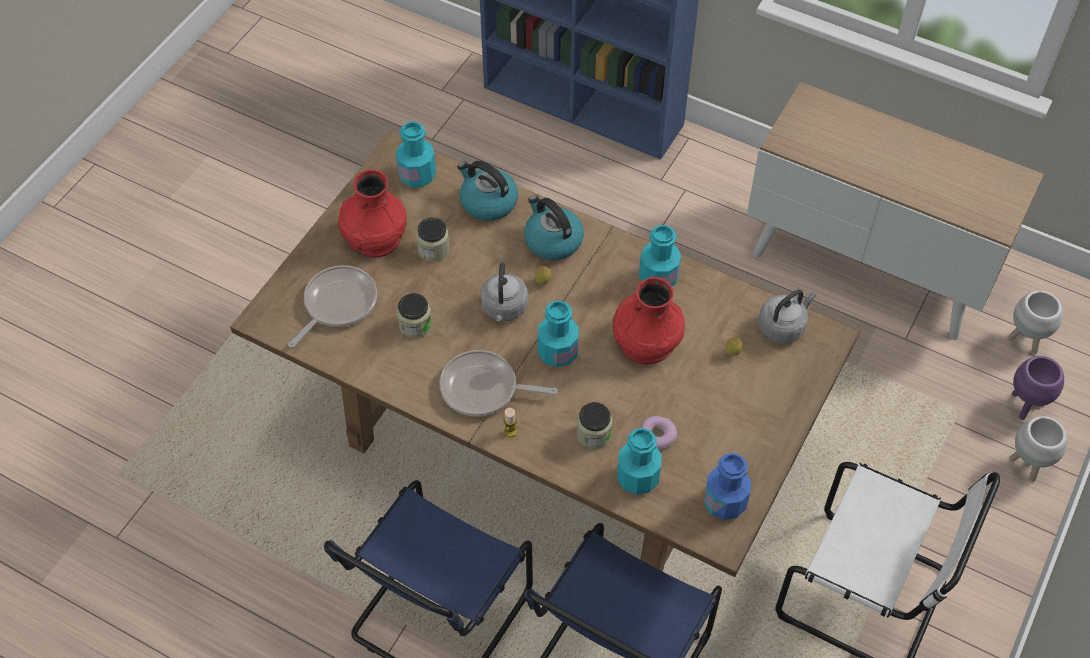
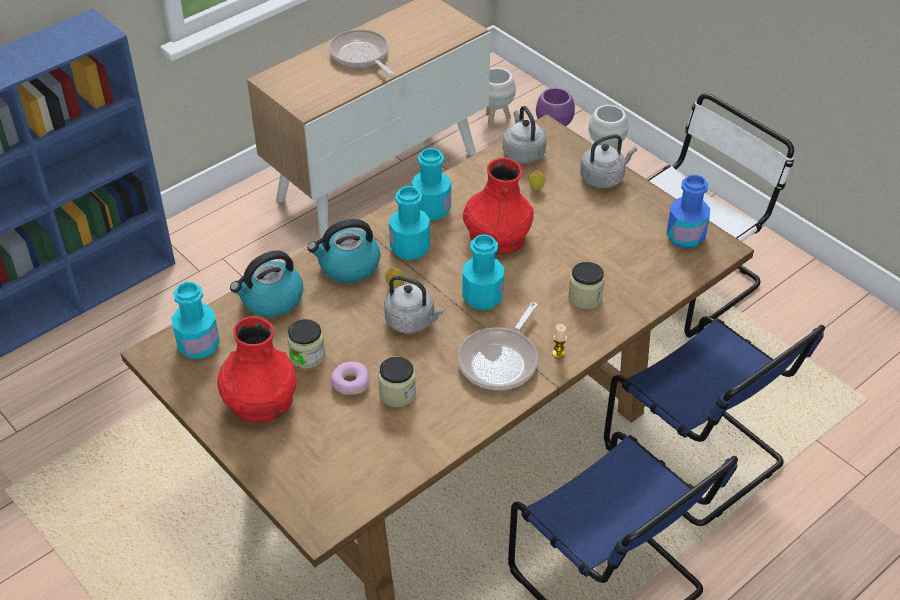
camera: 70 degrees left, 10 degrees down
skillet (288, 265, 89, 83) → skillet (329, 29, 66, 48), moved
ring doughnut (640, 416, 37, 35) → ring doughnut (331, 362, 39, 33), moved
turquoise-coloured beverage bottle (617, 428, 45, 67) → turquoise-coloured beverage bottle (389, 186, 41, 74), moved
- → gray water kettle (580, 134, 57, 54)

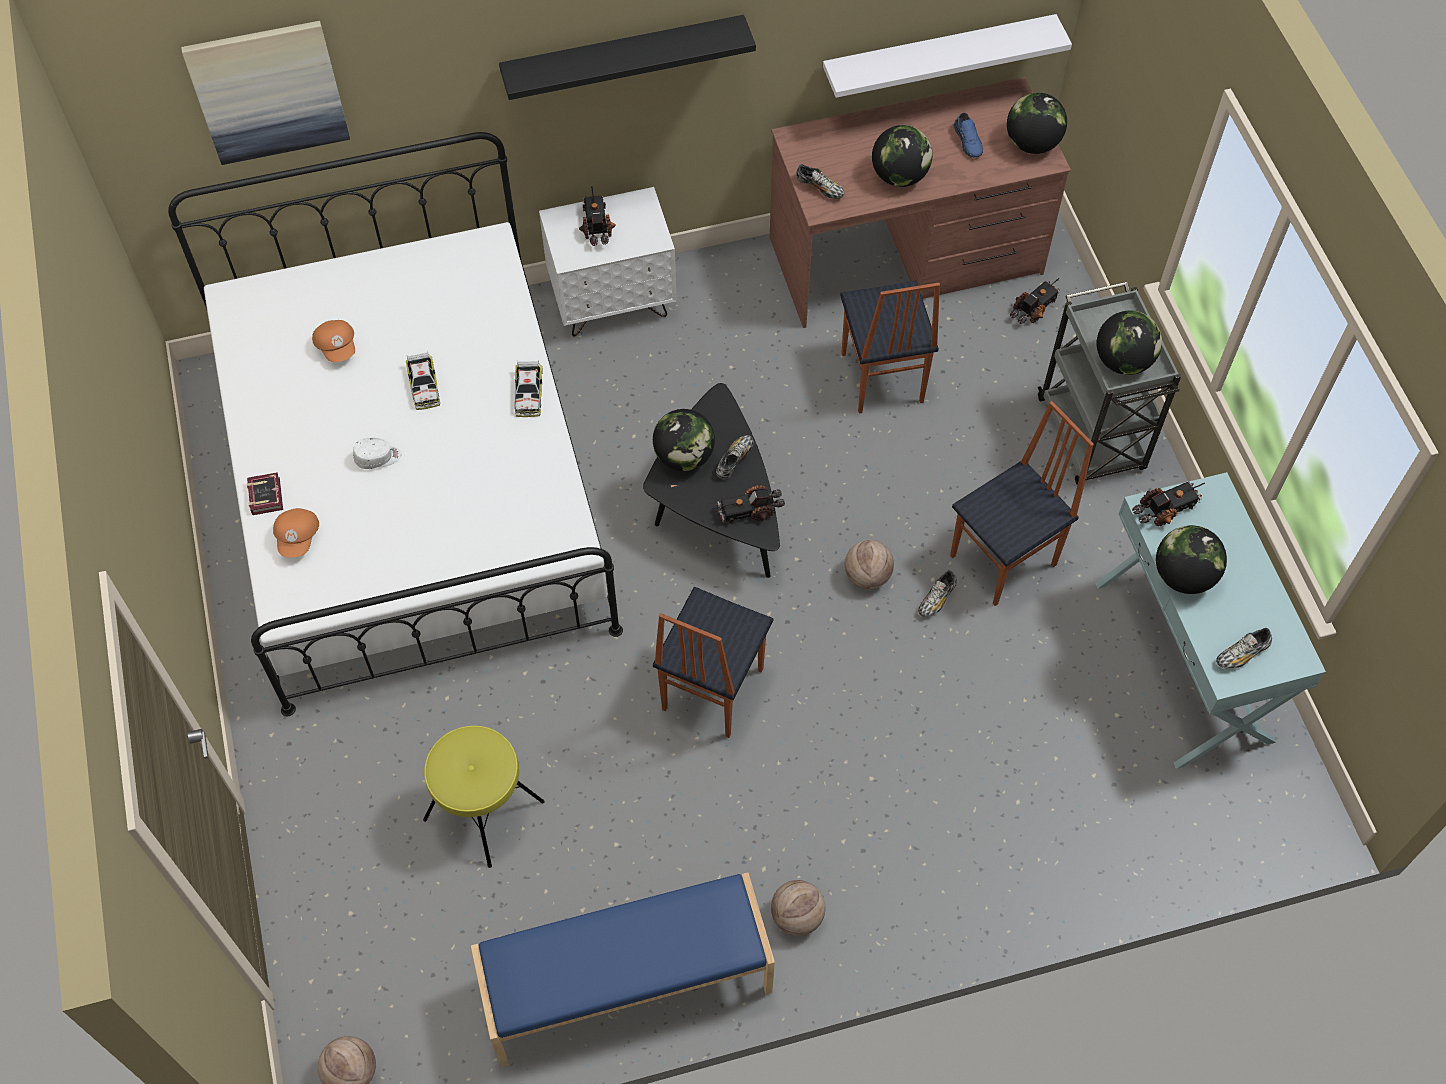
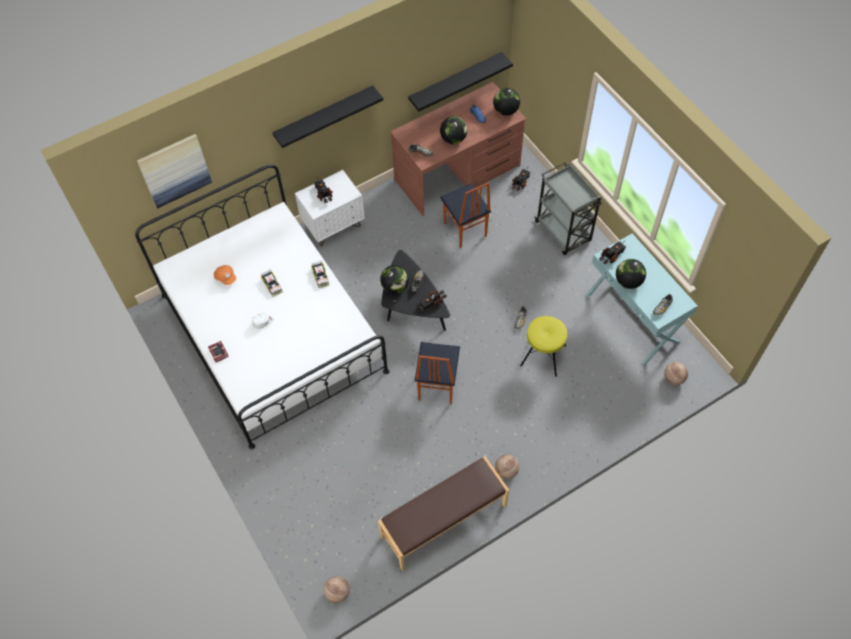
camera: 15 degrees left, 0 degrees up
white bracket shelf (823, 14, 249, 84) → blackish bracket shelf (408, 52, 105, 59)
globe (1097, 311, 65, 64) → -
plain chair (950, 401, 144, 205) → -
orange peaked cap (273, 508, 46, 50) → -
basketball ball (845, 540, 49, 49) → basketball ball (664, 362, 24, 23), moved
yellow sitting stool (423, 726, 122, 142) → yellow sitting stool (520, 316, 47, 61), moved
blue-coloured indoor bench (471, 872, 304, 195) → brown-coloured indoor bench (378, 456, 131, 115)

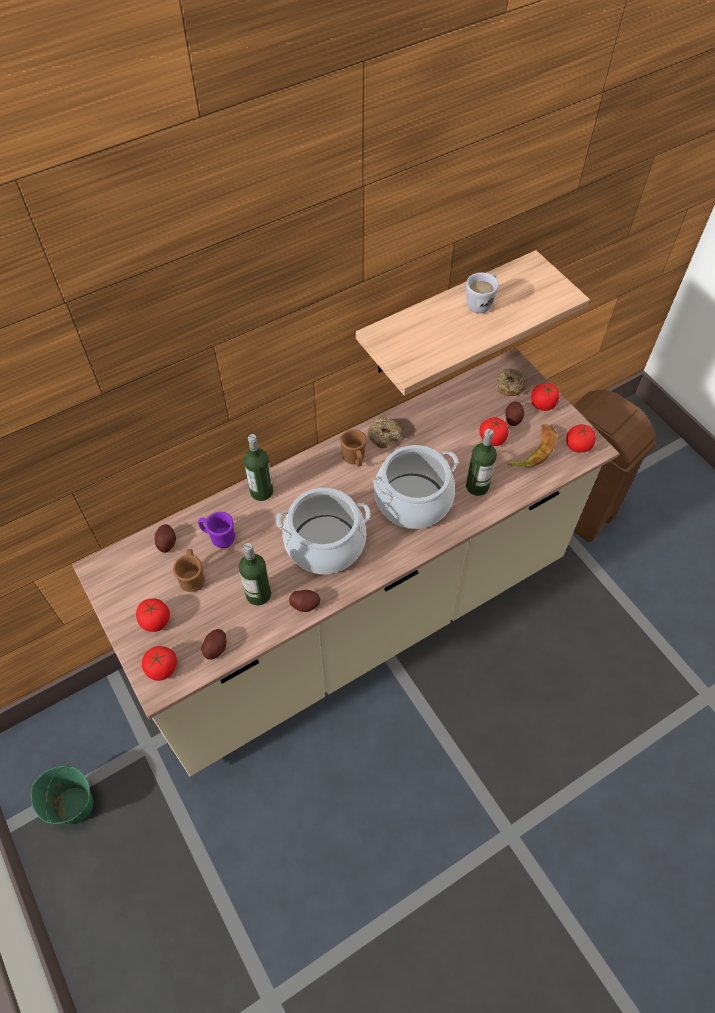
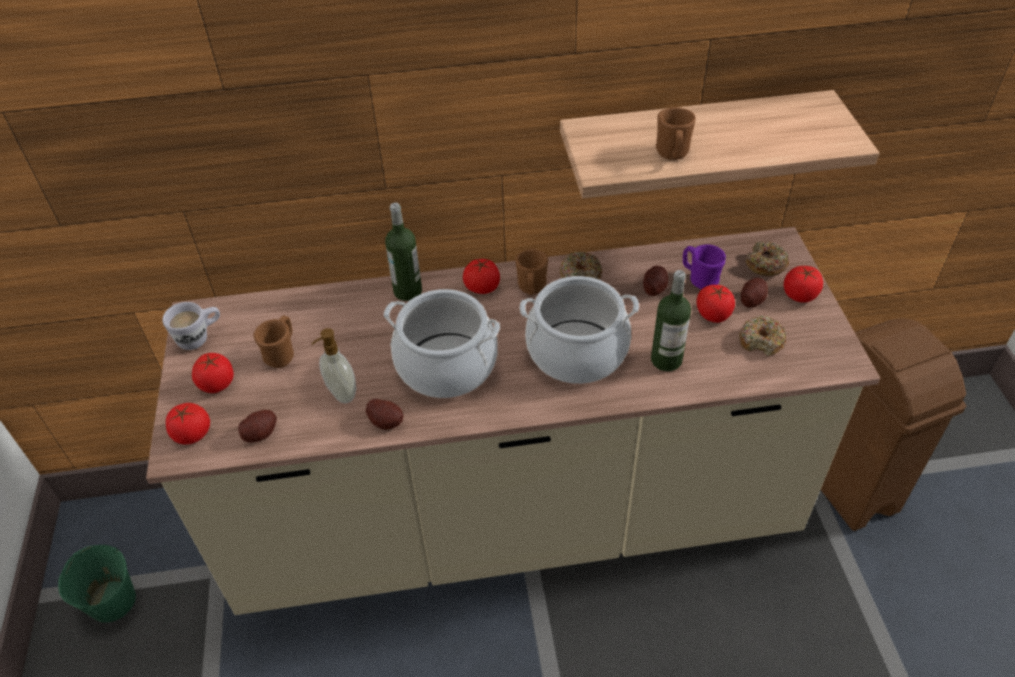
camera: 25 degrees right, 10 degrees down
white tea mug (466, 272, 33, 41) → white tea mug (162, 302, 58, 48), moved
whole banana (507, 424, 49, 44) → ring doughnut (739, 316, 48, 40)
whole tomato (566, 424, 30, 29) → whole tomato (463, 259, 37, 35), moved
purple-coloured tea mug (198, 512, 37, 36) → purple-coloured tea mug (683, 244, 43, 46), moved
potato (155, 524, 21, 29) → potato (643, 266, 25, 30), moved
beverage bottle (239, 543, 32, 63) → soap dispenser (311, 328, 45, 75)
- → brown-coloured tea mug (656, 107, 40, 53)

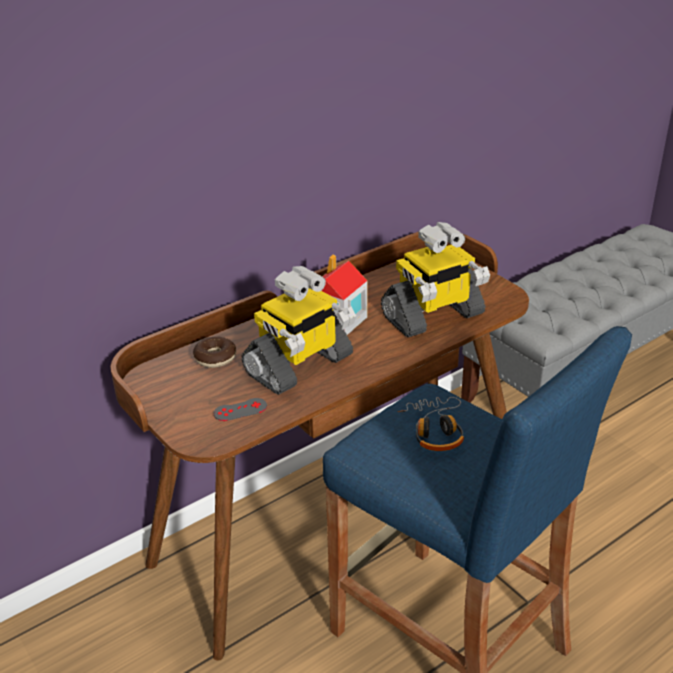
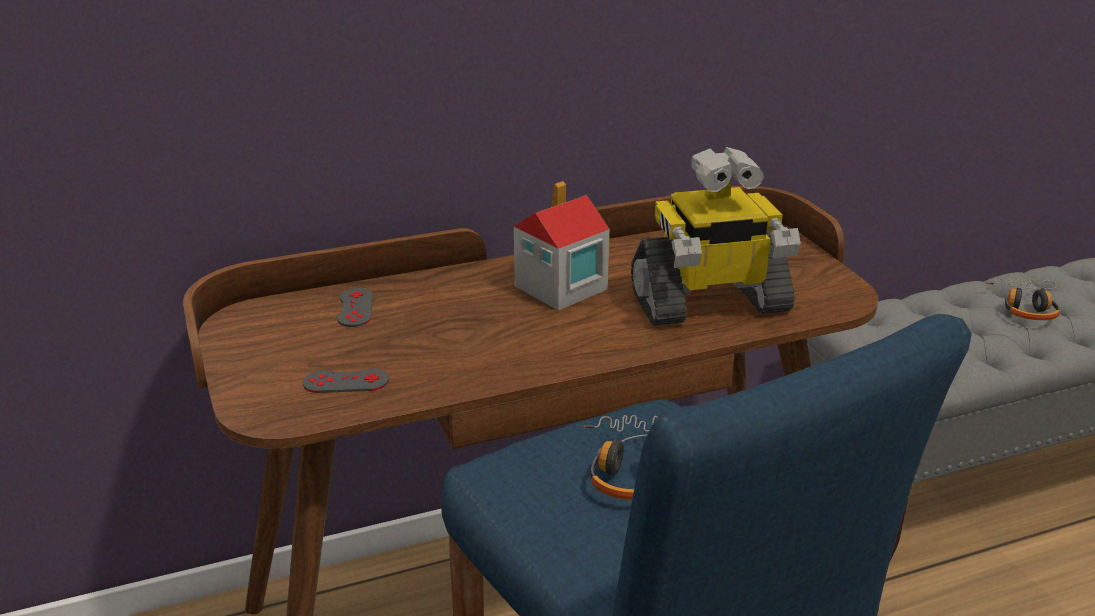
camera: 15 degrees right, 5 degrees down
model robot (242, 266, 114, 129) → -
ring doughnut (193, 336, 43, 32) → gray gamepad (337, 288, 36, 39)
- → pair of headphones (985, 278, 75, 42)

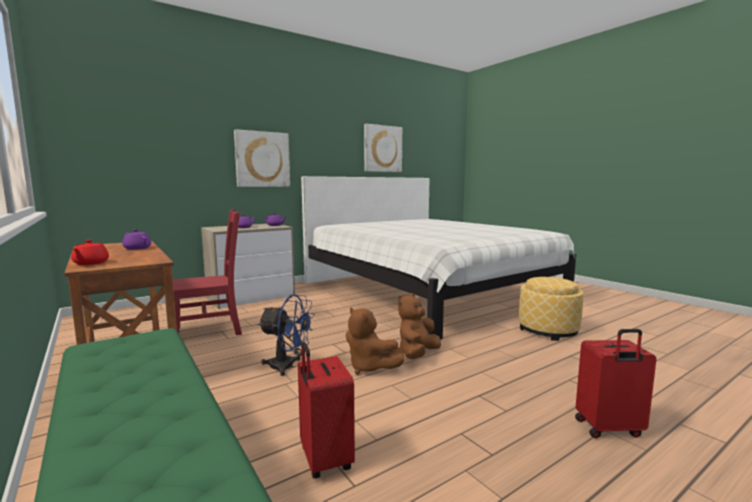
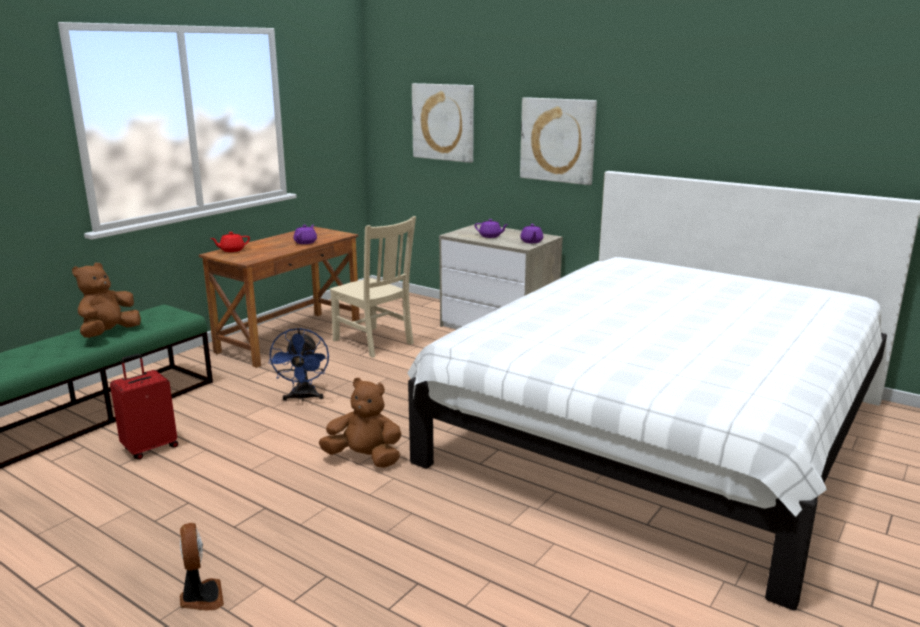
camera: 70 degrees right, 10 degrees up
wall picture (364, 124, 38, 48) → wall picture (412, 83, 62, 80), moved
reddish plain chair (173, 209, 69, 126) → beige-coloured plain chair (330, 216, 86, 142)
footrest (519, 277, 64, 64) → -
brown-coloured plush toy (346, 307, 58, 68) → brown-coloured plush toy (72, 263, 69, 75), moved
reddish piece of luggage (575, 329, 81, 109) → electric fan (180, 523, 44, 88)

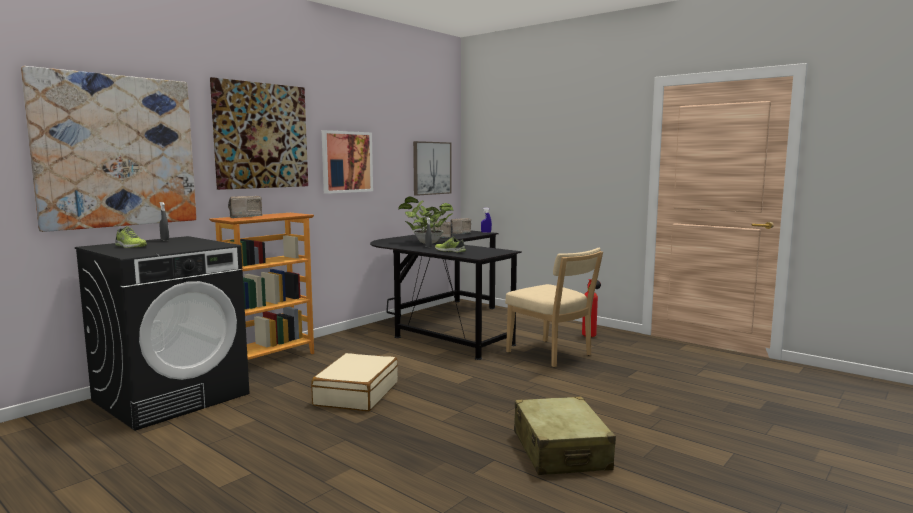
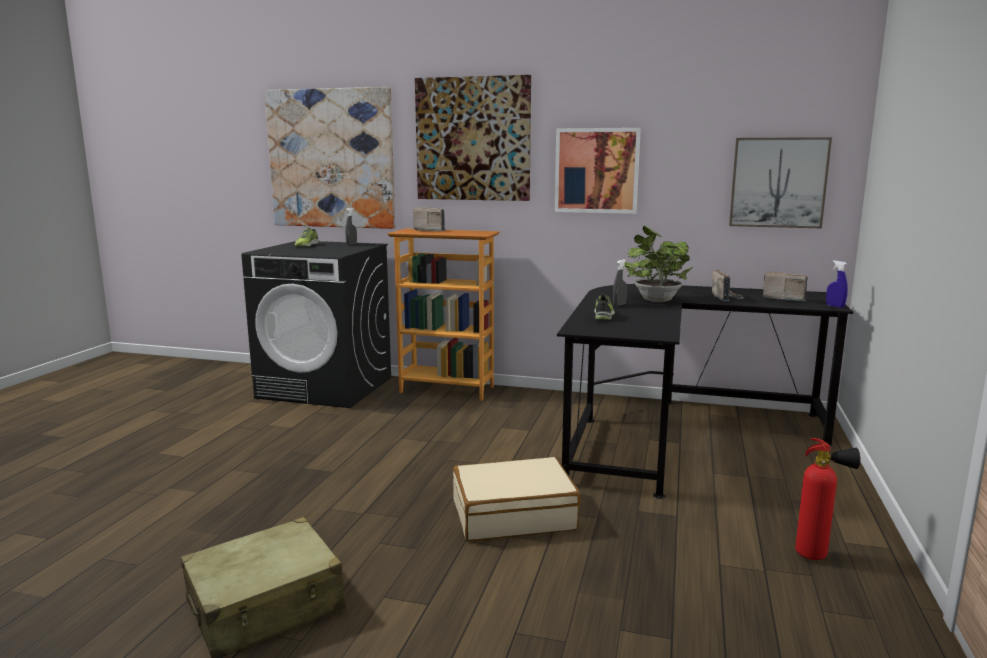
camera: 65 degrees right, 5 degrees up
beige-coloured plain chair (505, 248, 98, 119) → -
beige-coloured piece of luggage (311, 353, 87, 58) → beige-coloured piece of luggage (453, 457, 127, 84), moved

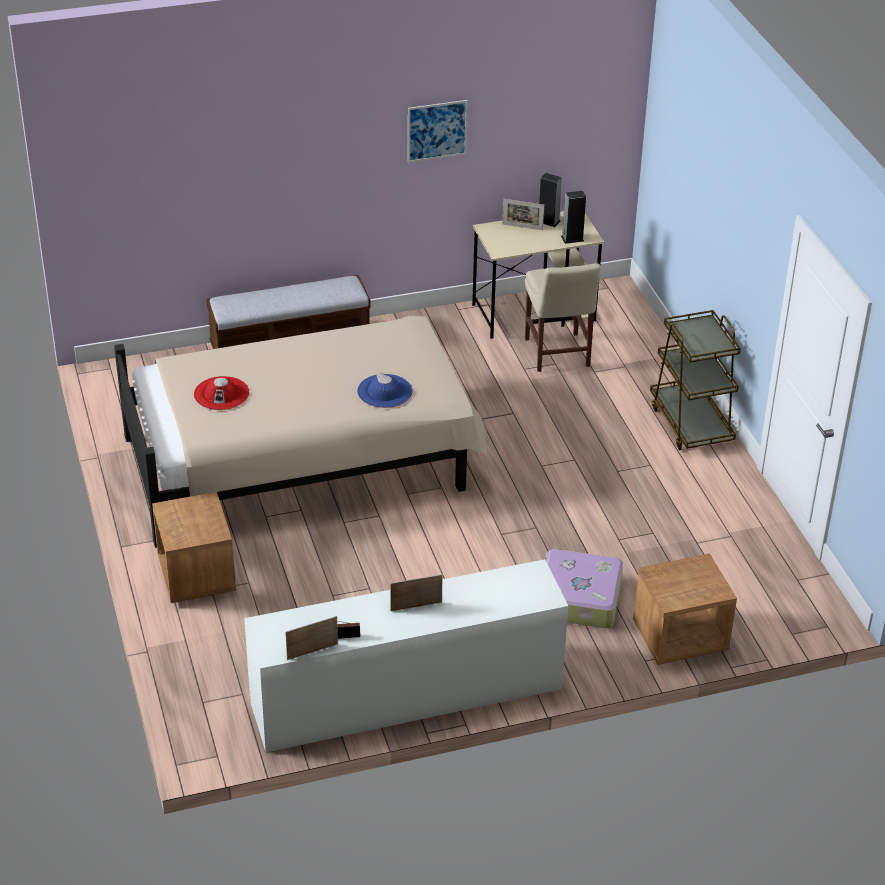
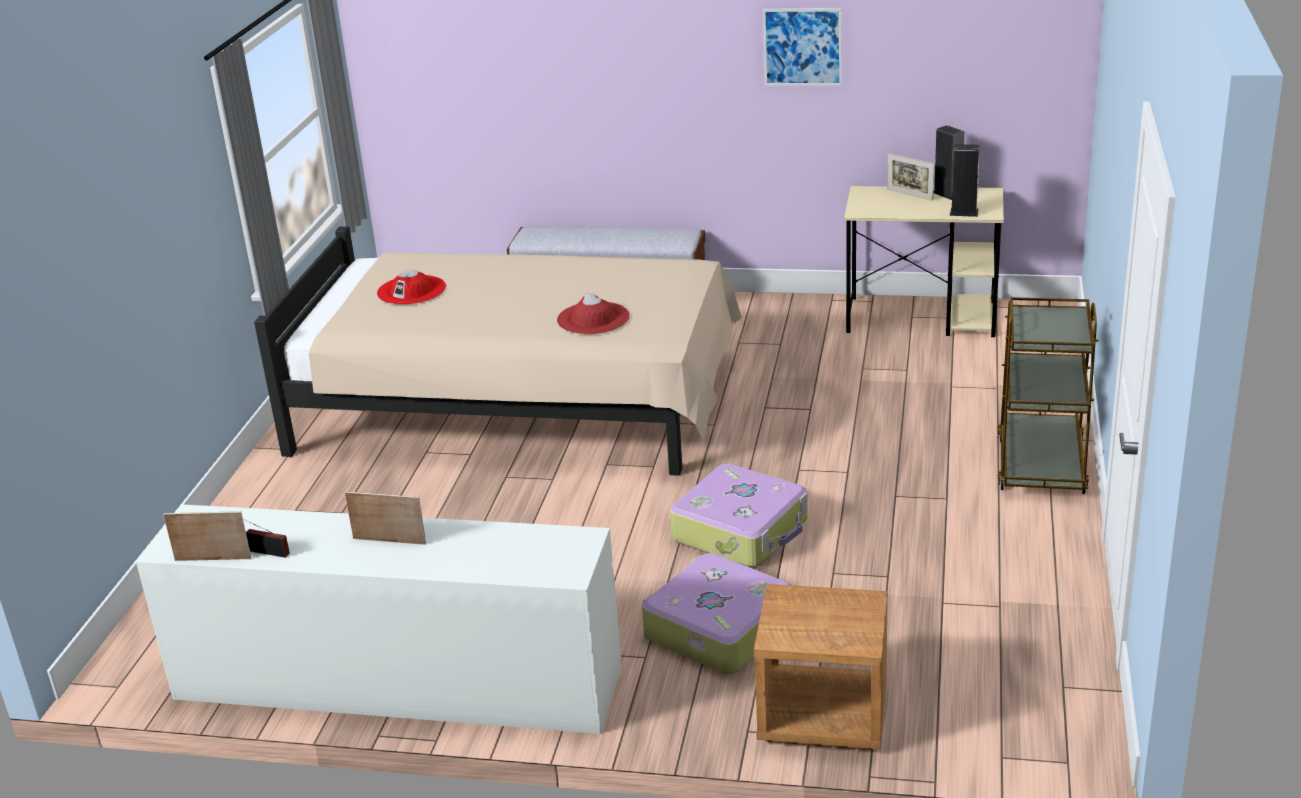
camera: 30 degrees right, 10 degrees down
beige-coloured plain chair (525, 263, 76, 109) → -
blue-coloured clothing hat (357, 373, 55, 35) → reddish clothing hat (557, 293, 73, 41)
brown-coloured bedside table (152, 492, 84, 111) → -
- → piece of luggage (670, 464, 138, 103)

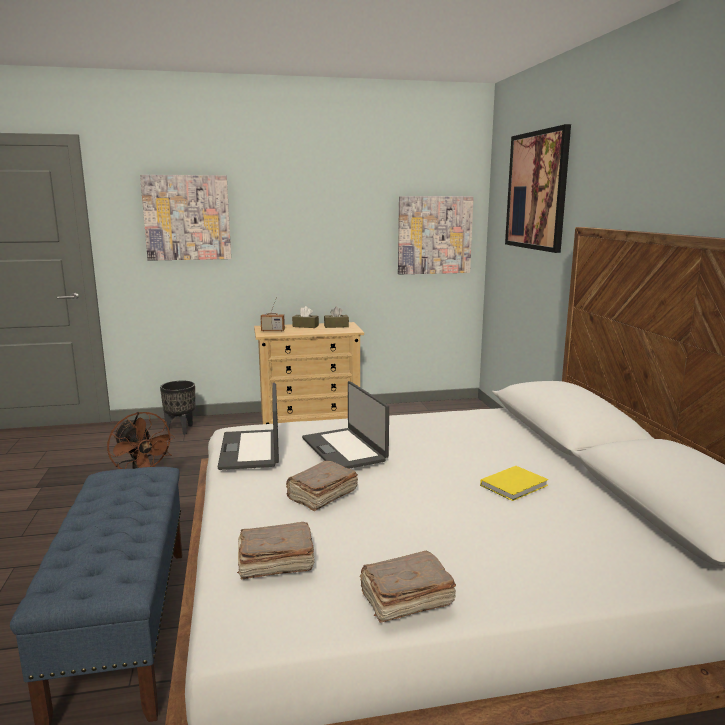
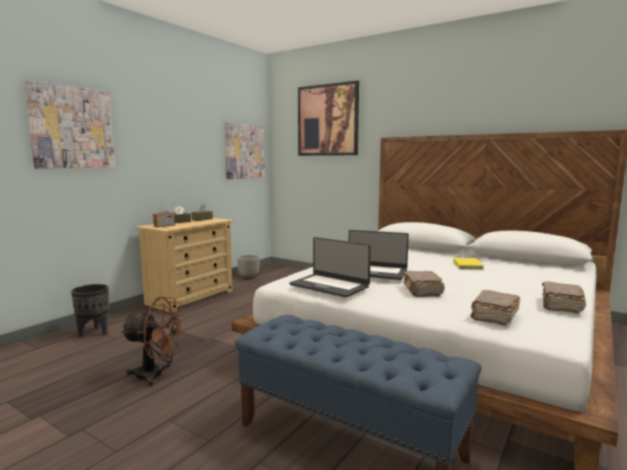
camera: 45 degrees left, 5 degrees down
- → planter (237, 255, 23, 23)

